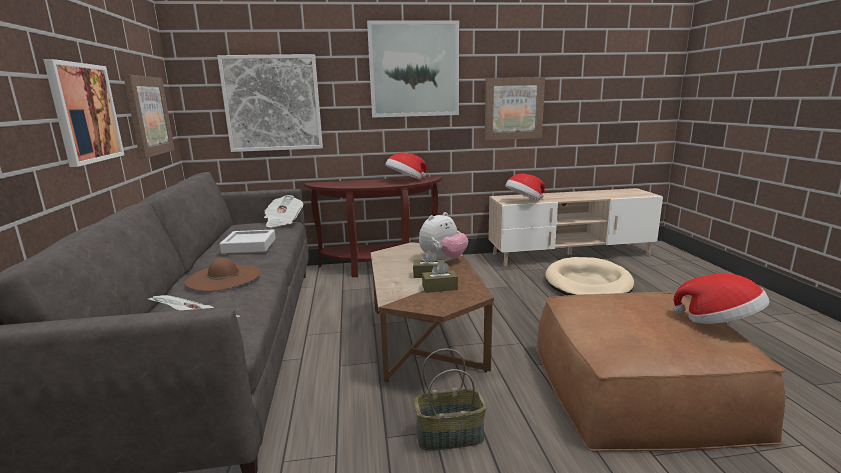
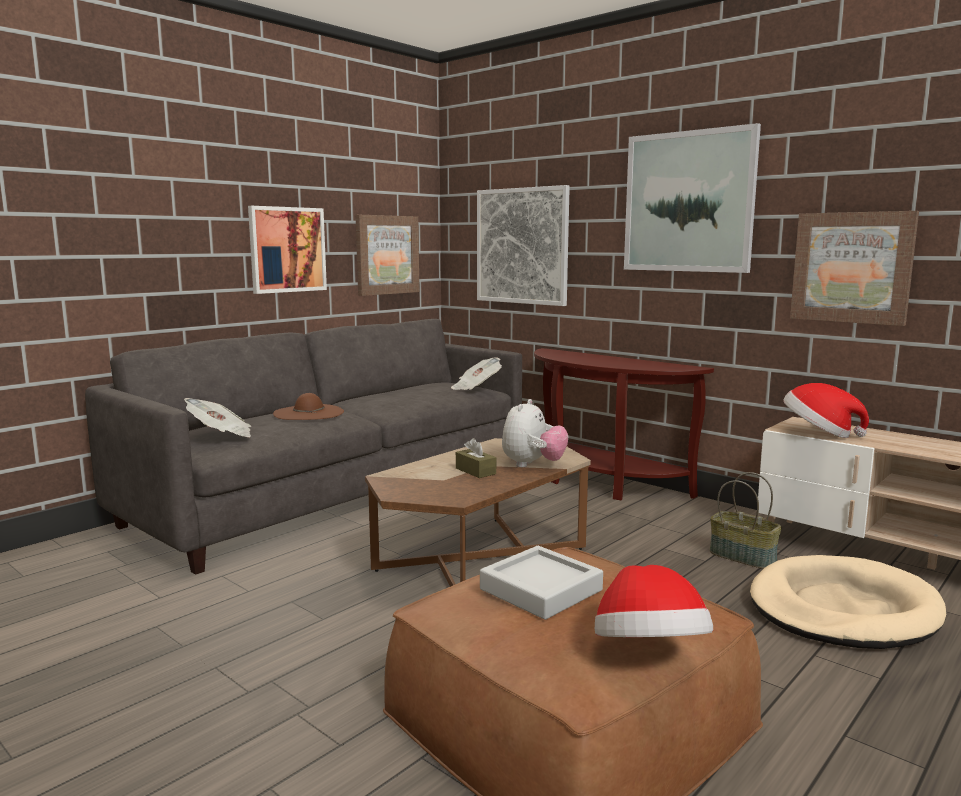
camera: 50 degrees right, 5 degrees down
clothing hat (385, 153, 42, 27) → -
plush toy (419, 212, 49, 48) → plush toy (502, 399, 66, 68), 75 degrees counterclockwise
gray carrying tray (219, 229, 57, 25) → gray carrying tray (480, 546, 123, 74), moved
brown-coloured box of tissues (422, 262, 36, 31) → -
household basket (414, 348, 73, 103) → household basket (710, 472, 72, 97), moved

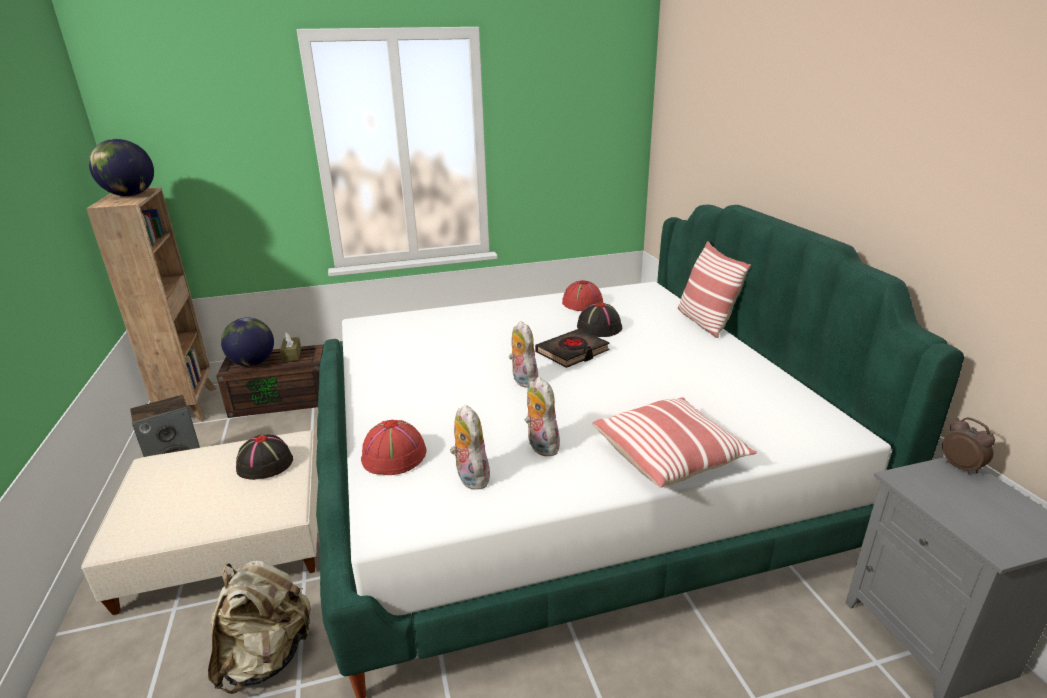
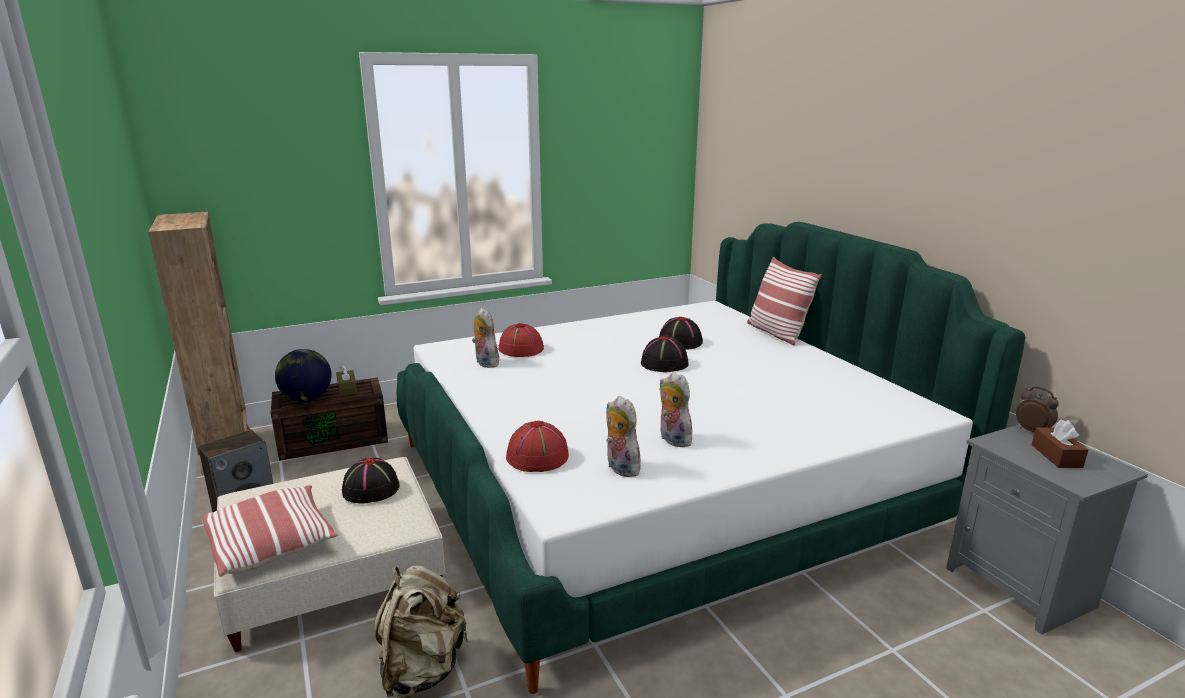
camera: 10 degrees left, 5 degrees down
globe (89, 139, 65, 57) → -
reddish clothing hat (562, 280, 41, 31) → reddish clothing hat (498, 323, 46, 34), moved
plush toy (509, 321, 29, 67) → plush toy (472, 308, 27, 60), moved
blackish bound book (535, 329, 74, 39) → blackish clothing hat (641, 336, 47, 36)
cushion (593, 397, 164, 91) → cushion (201, 485, 137, 92), moved
- → brown-coloured box of tissues (1032, 419, 56, 49)

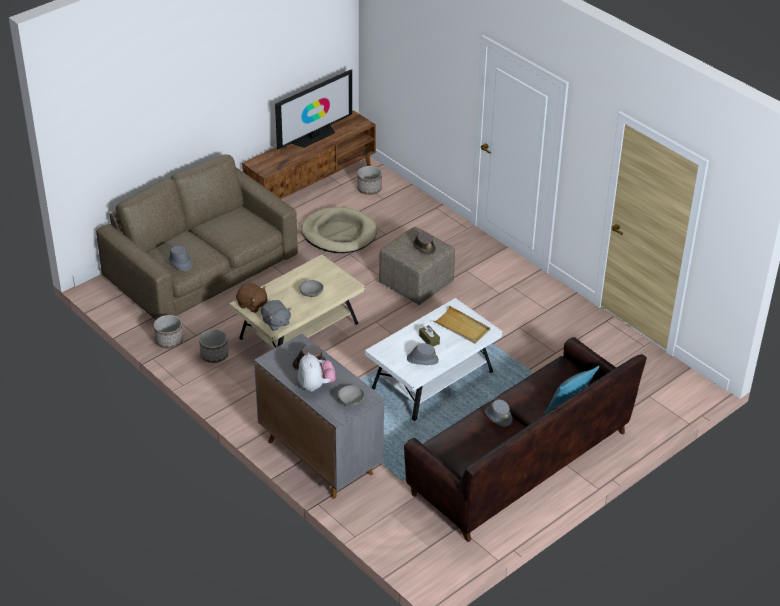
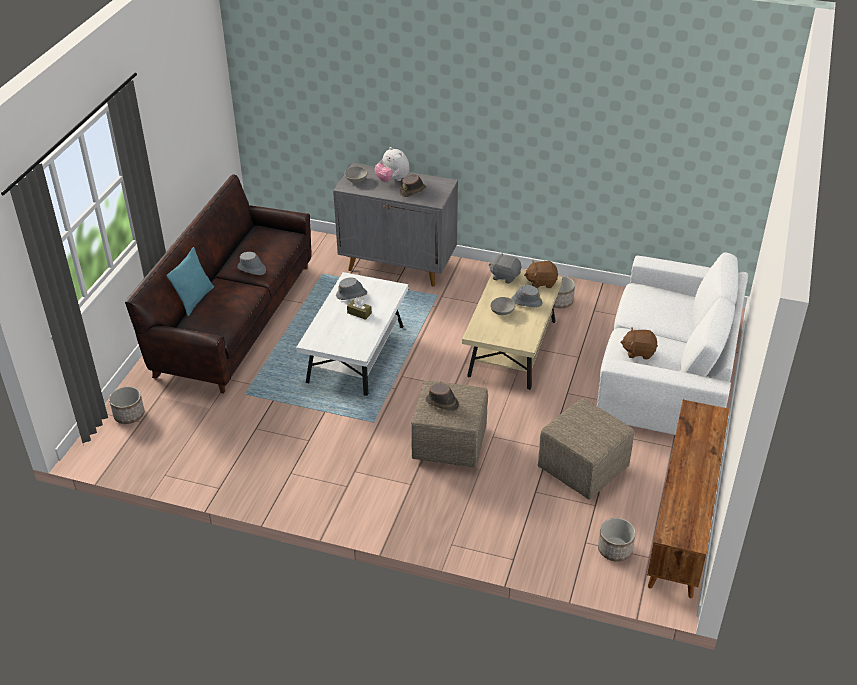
camera: 150 degrees right, 0 degrees up
TV set (275, 69, 77, 81) → -
brown-coloured sofa (96, 155, 202, 165) → white sofa (597, 253, 151, 182)
beige-coloured dog cushion (301, 207, 76, 46) → beige-coloured footrest (538, 399, 96, 101)
gray clothing hat (168, 246, 24, 25) → gray clothing hat (511, 285, 31, 22), moved
beige-coloured carrying tray (433, 306, 57, 38) → -
planter (154, 315, 29, 33) → planter (109, 386, 35, 38), moved
- → brown-coloured plush toy (620, 327, 38, 32)

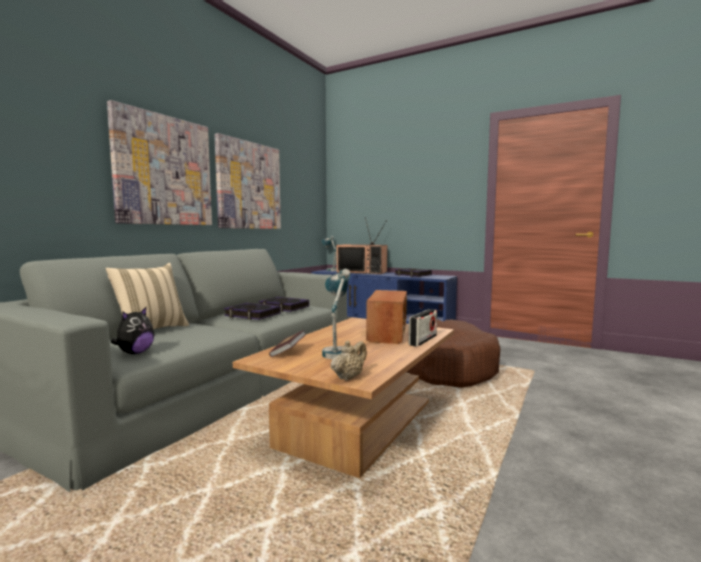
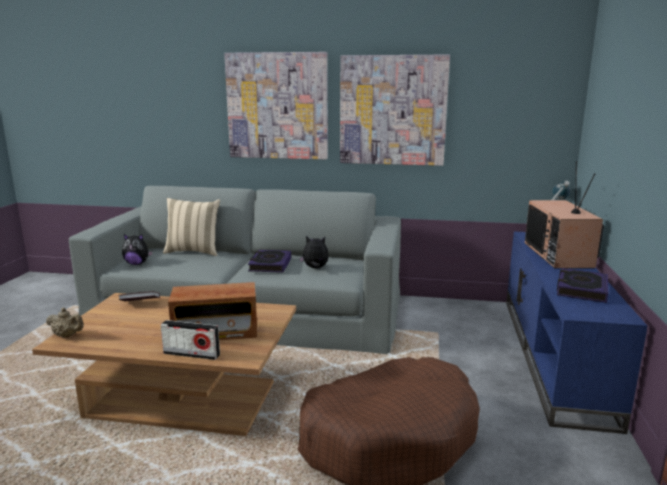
camera: 70 degrees right, 10 degrees up
tabletop lamp (322, 269, 28, 90) → -
bound book (258, 297, 51, 15) → plush toy (299, 236, 30, 32)

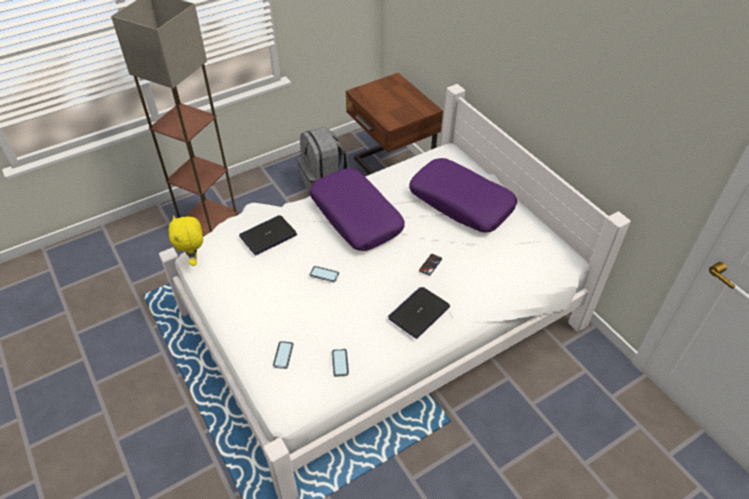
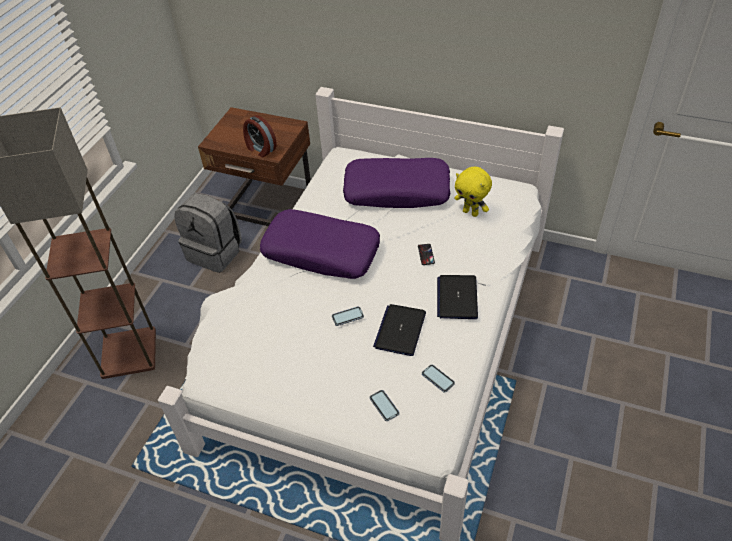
camera: 35 degrees left, 0 degrees up
yellow plush toy (168, 215, 35, 51) → yellow plush toy (454, 167, 38, 50), moved
notebook computer (239, 215, 58, 41) → notebook computer (373, 304, 53, 52), moved
- → alarm clock (243, 115, 34, 42)

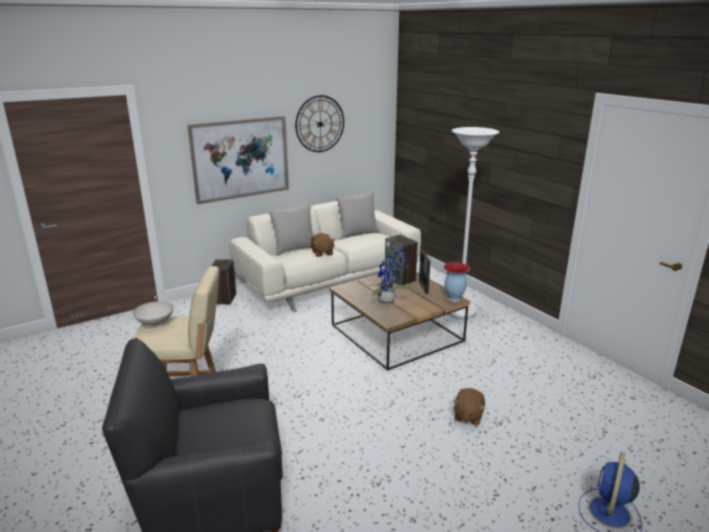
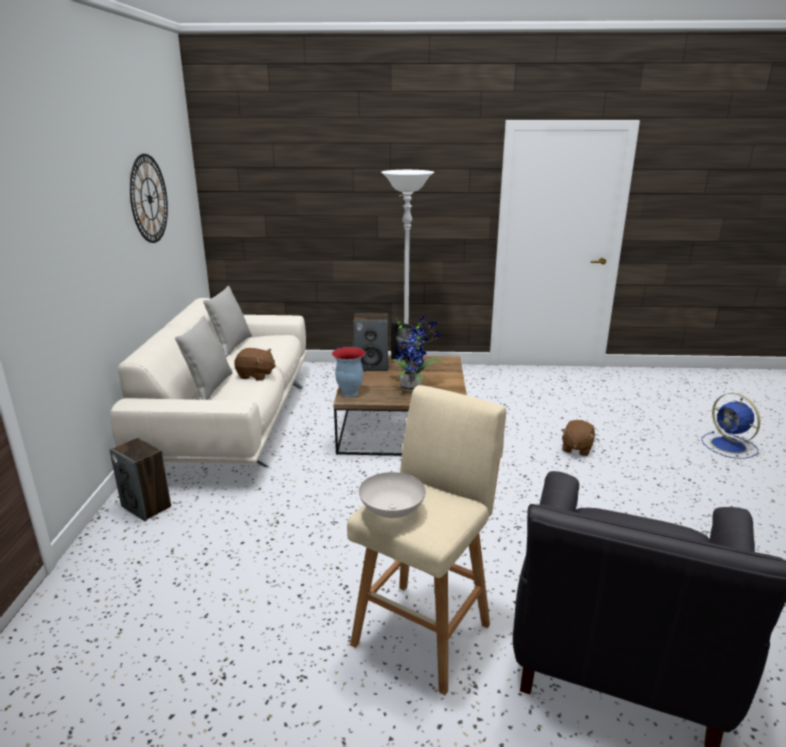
camera: 55 degrees left, 0 degrees up
wall picture (188, 116, 101, 88) → -
vase (443, 262, 27, 40) → vase (332, 347, 33, 50), moved
brown-coloured plush toy (453, 388, 32, 37) → brown-coloured plush toy (561, 420, 34, 36), 60 degrees clockwise

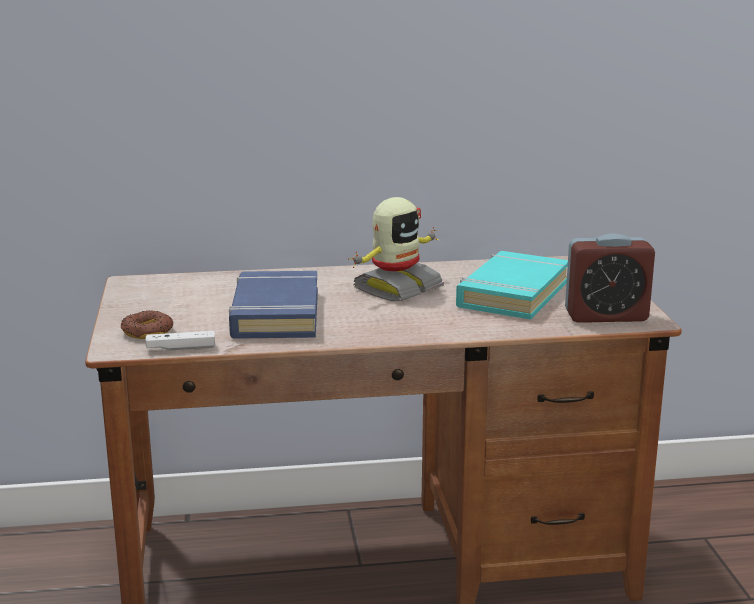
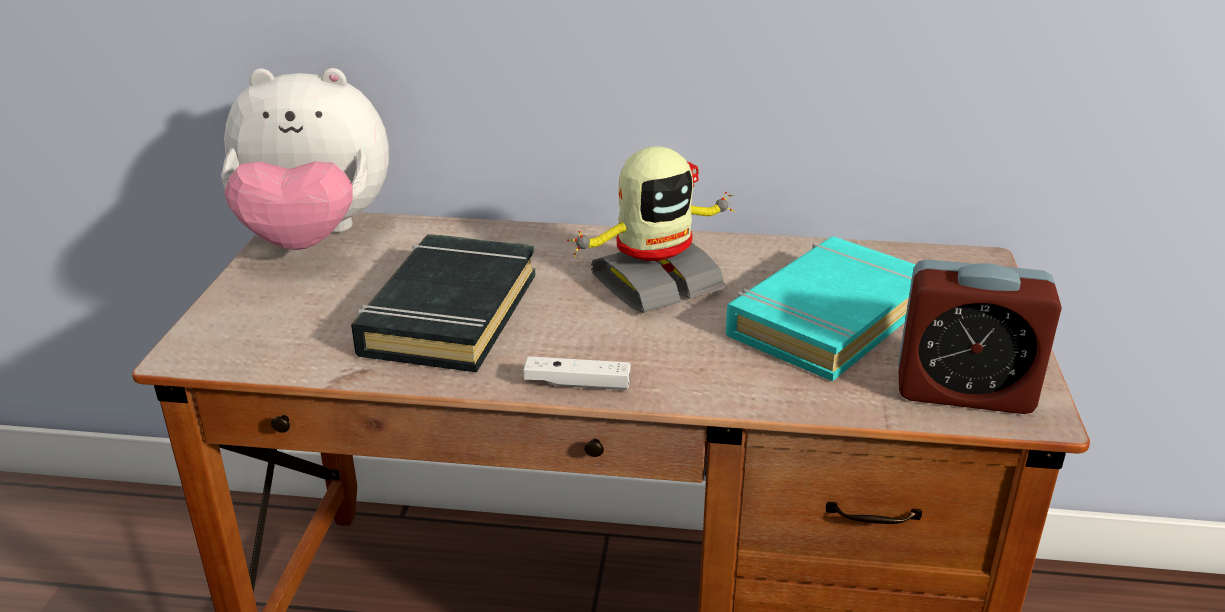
camera: 15 degrees right, 10 degrees up
blue-coloured bound book (229, 271, 89, 68) → blackish bound book (351, 234, 185, 138)
ring doughnut (121, 310, 52, 29) → -
white gamepad (146, 331, 69, 20) → white gamepad (523, 356, 108, 34), moved
- → plush toy (221, 68, 168, 182)

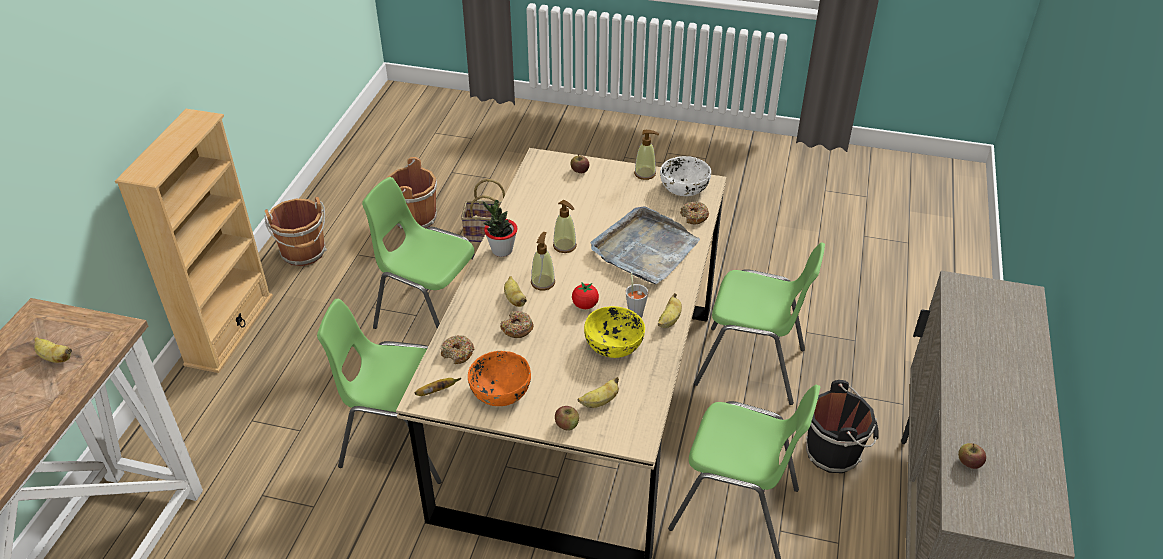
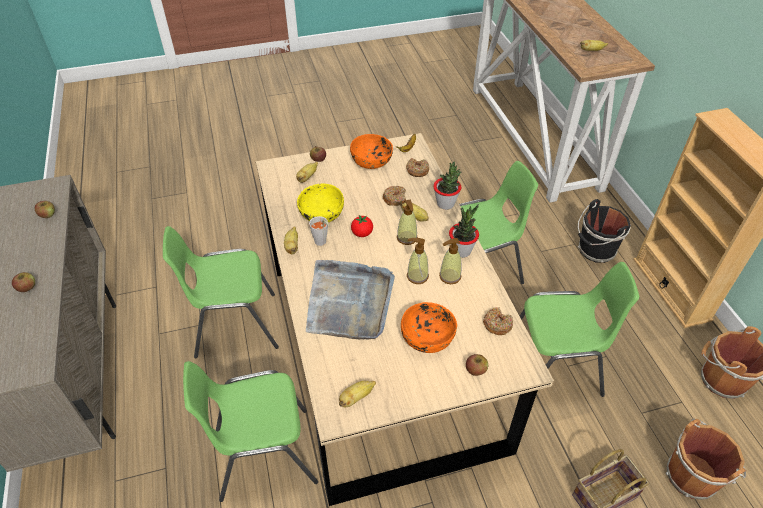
camera: 150 degrees right, 5 degrees up
soap dispenser (634, 130, 25, 50) → soap dispenser (439, 238, 23, 46), moved
white deep dish (660, 156, 51, 40) → whole banana (339, 381, 37, 26)
ring doughnut (680, 201, 29, 24) → ring doughnut (483, 307, 30, 28), moved
blackish pail (806, 380, 73, 93) → blackish pail (578, 199, 53, 64), moved
- → houseplant (433, 161, 29, 49)
- → apple (12, 272, 23, 20)
- → orange deep dish (401, 302, 56, 51)

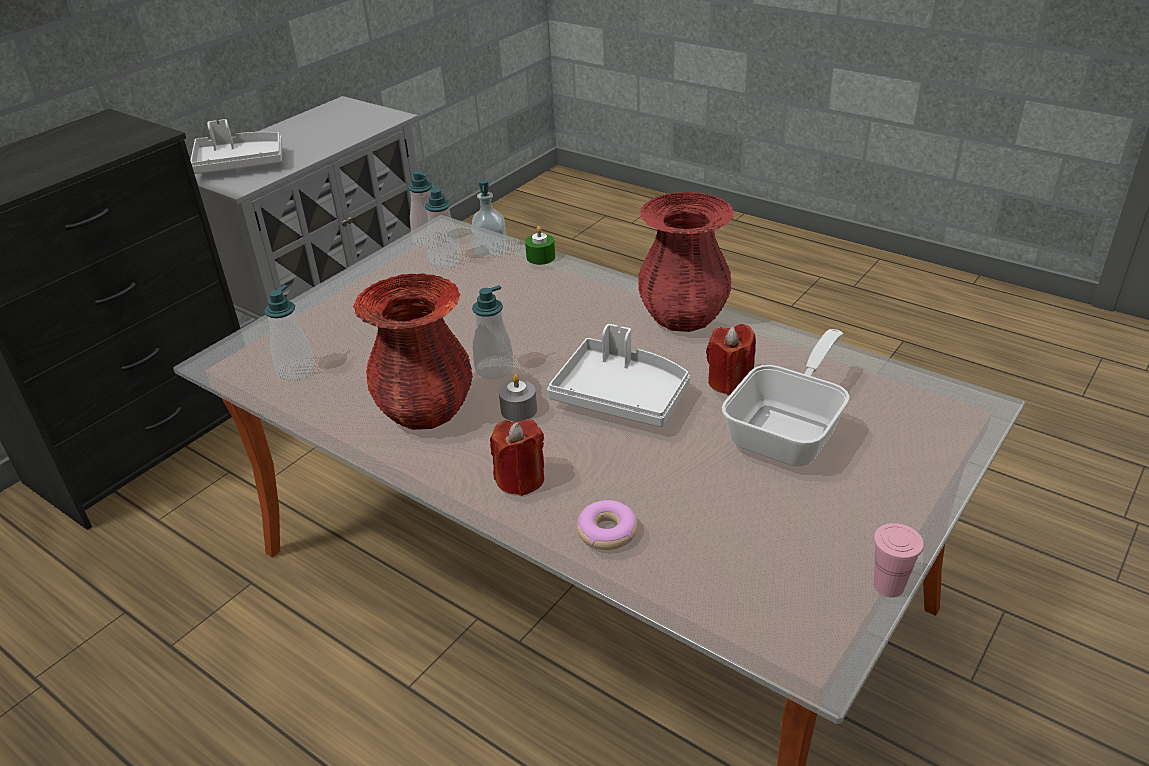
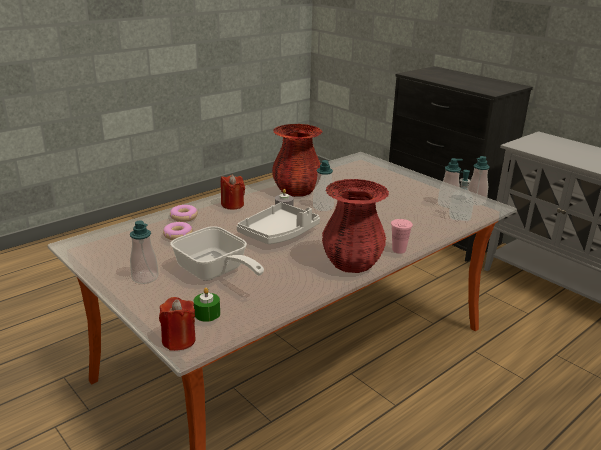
camera: 100 degrees right, 10 degrees down
gray carrying tray (190, 119, 92, 55) → -
green wax light (525, 226, 30, 39) → green wax light (194, 288, 26, 34), moved
soap dispenser (264, 285, 50, 95) → soap dispenser (130, 220, 29, 64), moved
reddish wax light (706, 324, 50, 71) → reddish wax light (159, 297, 37, 54), moved
pink drinking cup (873, 523, 51, 74) → pink drinking cup (391, 219, 22, 35), moved
- → ring doughnut (163, 222, 30, 18)

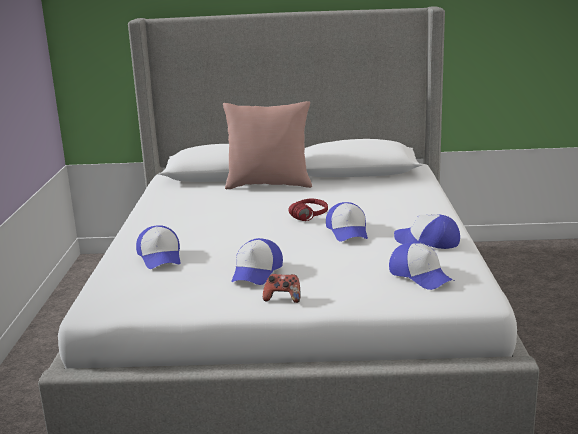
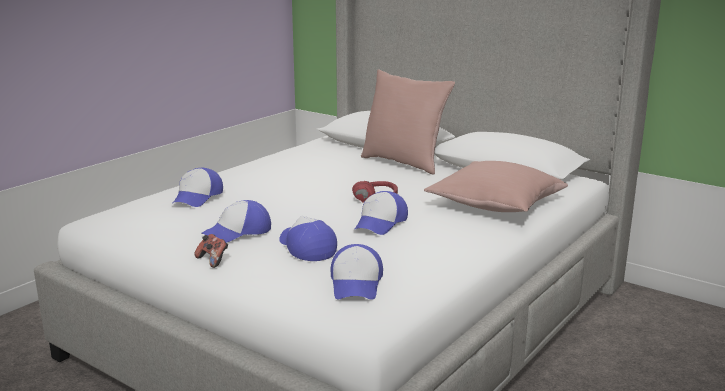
camera: 35 degrees right, 0 degrees up
peaked cap (394, 214, 66, 35) → peaked cap (279, 216, 58, 45), moved
- → pink cushion (424, 161, 144, 51)

